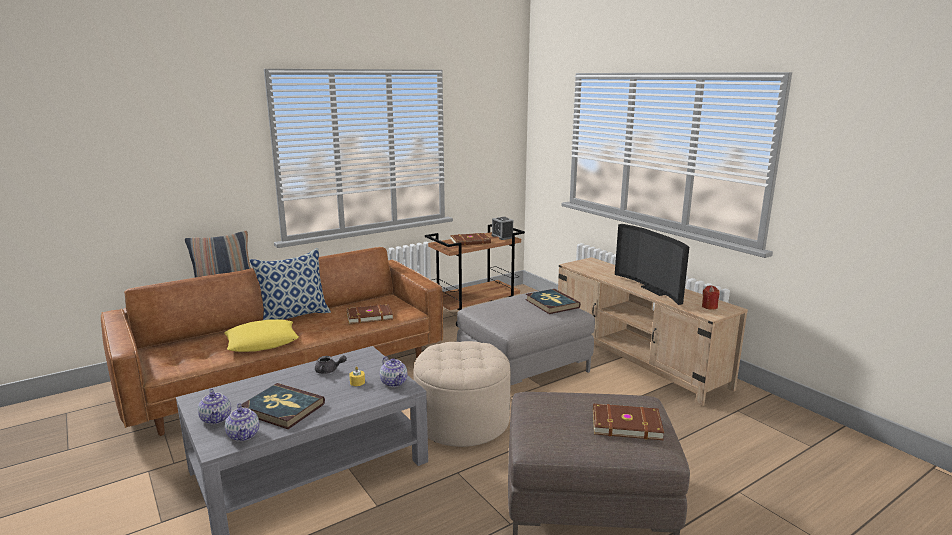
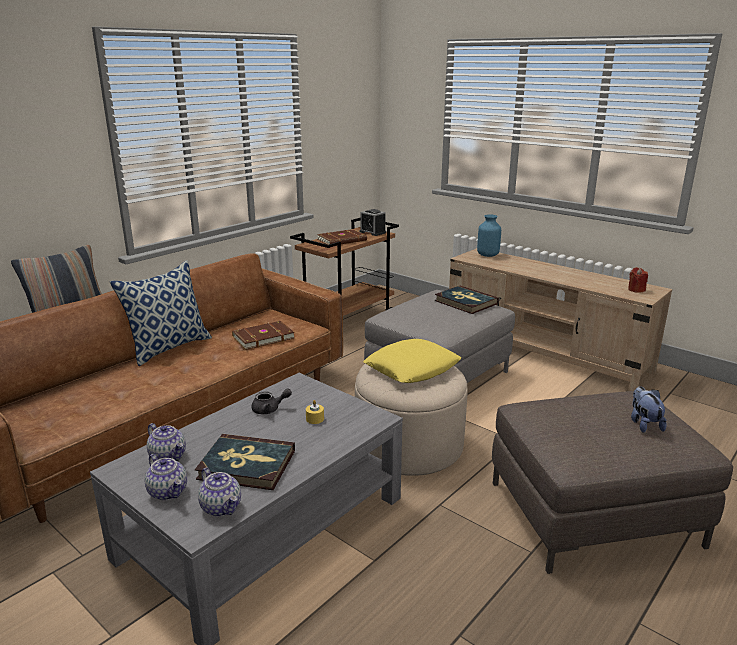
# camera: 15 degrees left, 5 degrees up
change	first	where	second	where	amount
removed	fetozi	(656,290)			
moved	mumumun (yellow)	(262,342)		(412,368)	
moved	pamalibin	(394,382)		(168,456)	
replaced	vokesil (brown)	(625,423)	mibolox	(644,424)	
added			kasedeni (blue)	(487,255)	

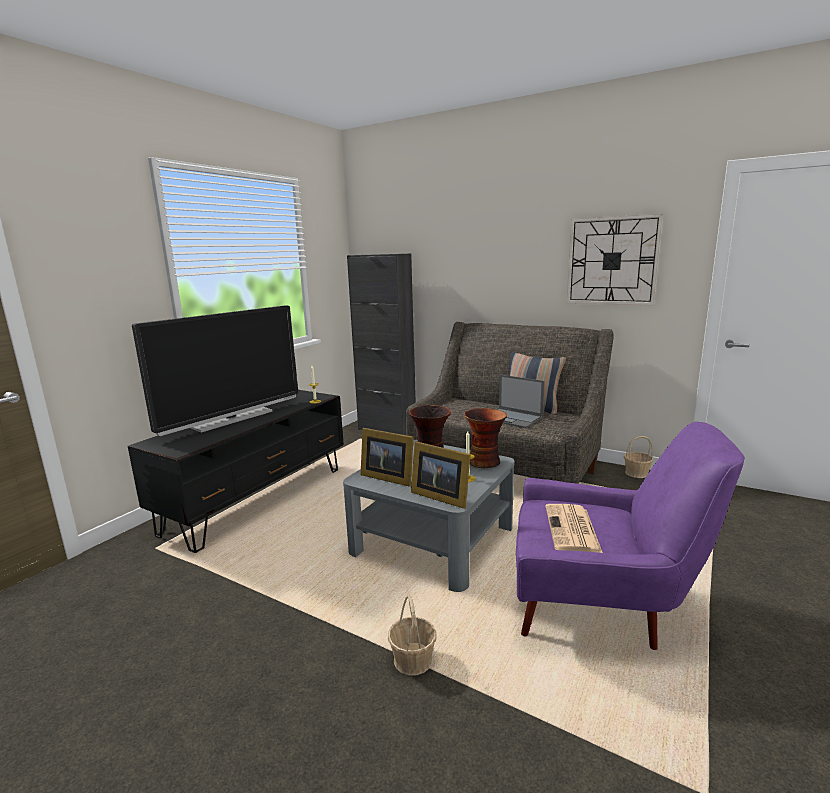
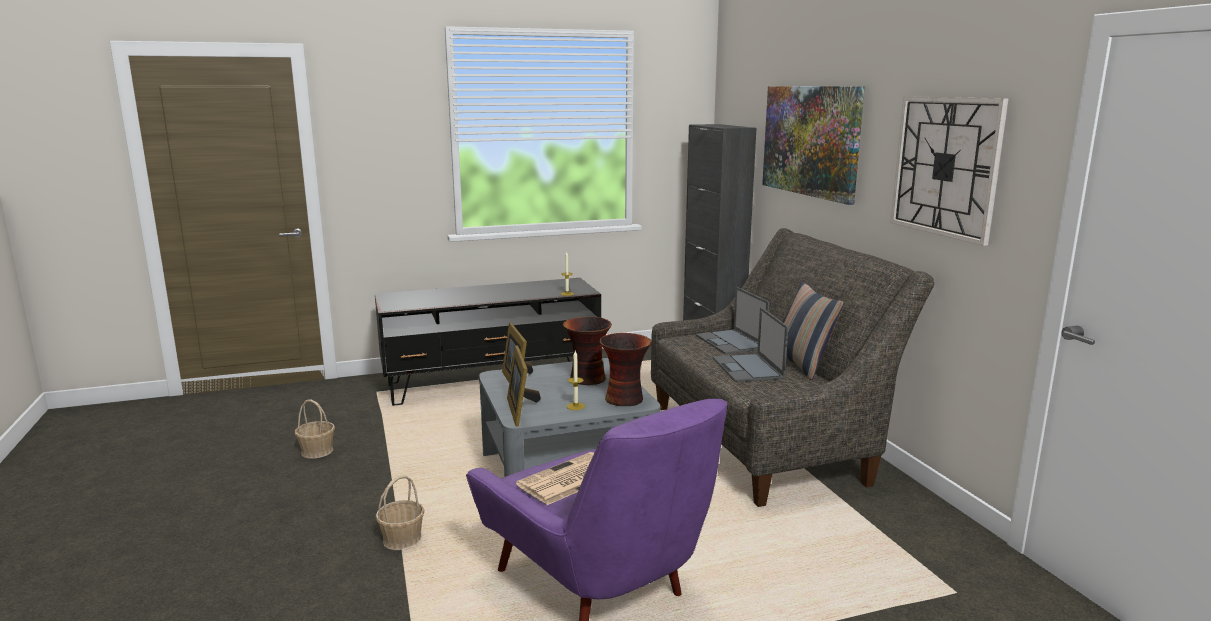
# camera: 40 degrees right, 0 degrees up
change	first	where	second	where	amount
removed	fetozi	(231,419)			
moved	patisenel	(636,473)		(317,451)	
added			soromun	(810,141)	
added			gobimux	(731,342)	

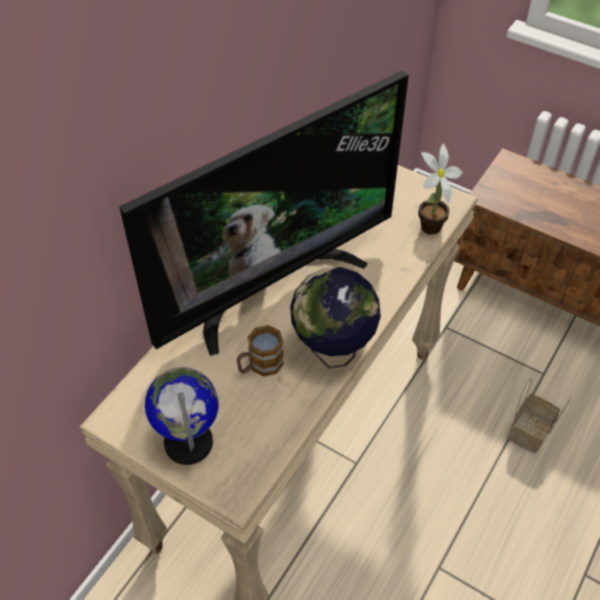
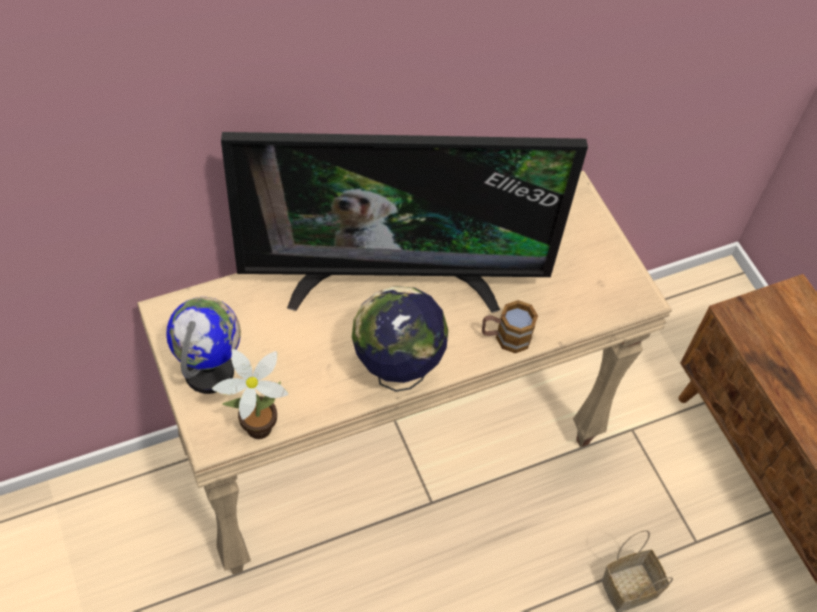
# camera: 30 degrees right, 5 degrees up
change	first	where	second	where	amount
moved	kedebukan	(428,229)		(254,428)	
moved	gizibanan	(260,365)		(505,337)	

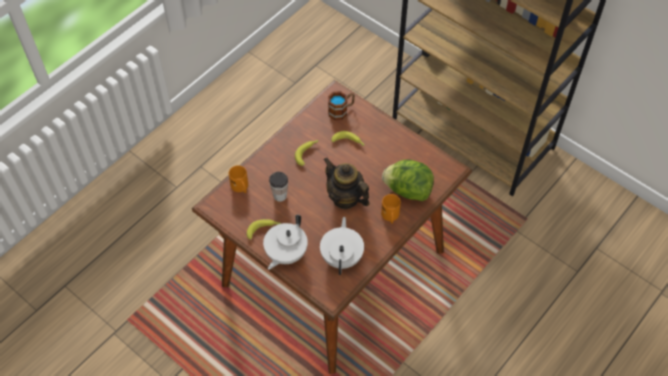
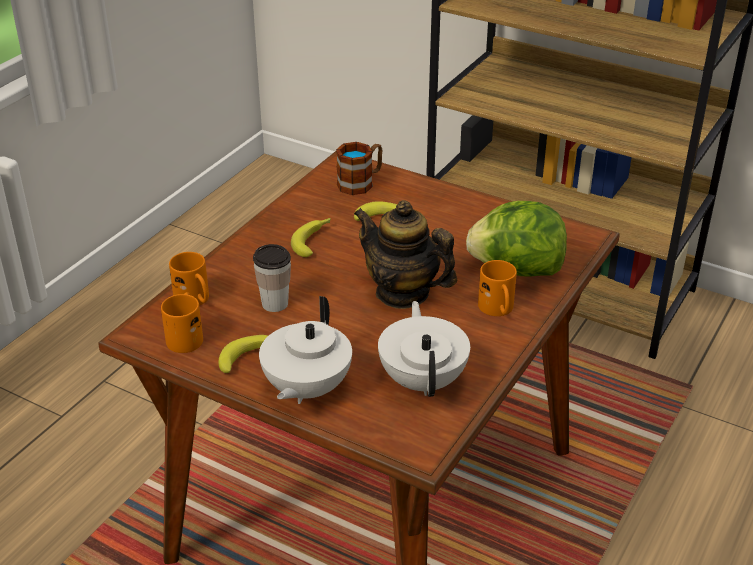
# camera: 10 degrees left, 20 degrees down
change	first	where	second	where	amount
added			gizibanan (orange)	(186,336)	

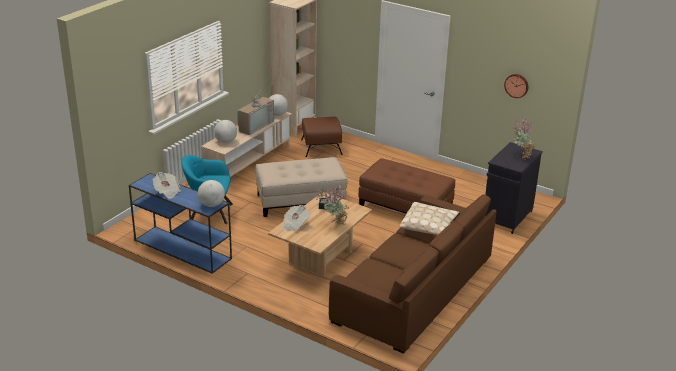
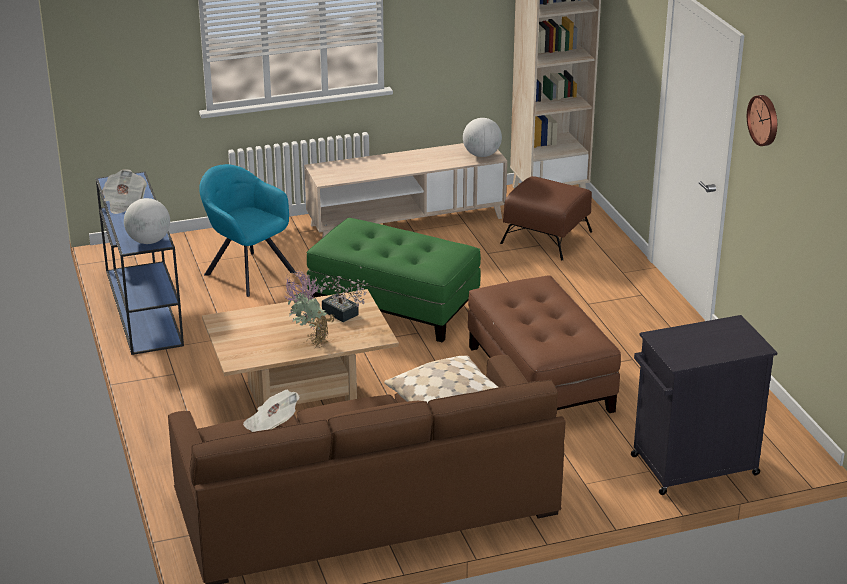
# camera: 40 degrees right, 0 degrees up
change	first	where	second	where	amount
moved	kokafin	(516,85)		(764,120)	
removed	fetozi	(254,125)			
removed	kedebukan	(521,156)			
removed	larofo	(226,141)			
recoloured	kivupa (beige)	(300,201)	kivupa (green)	(395,305)	
moved	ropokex	(295,225)		(271,425)	

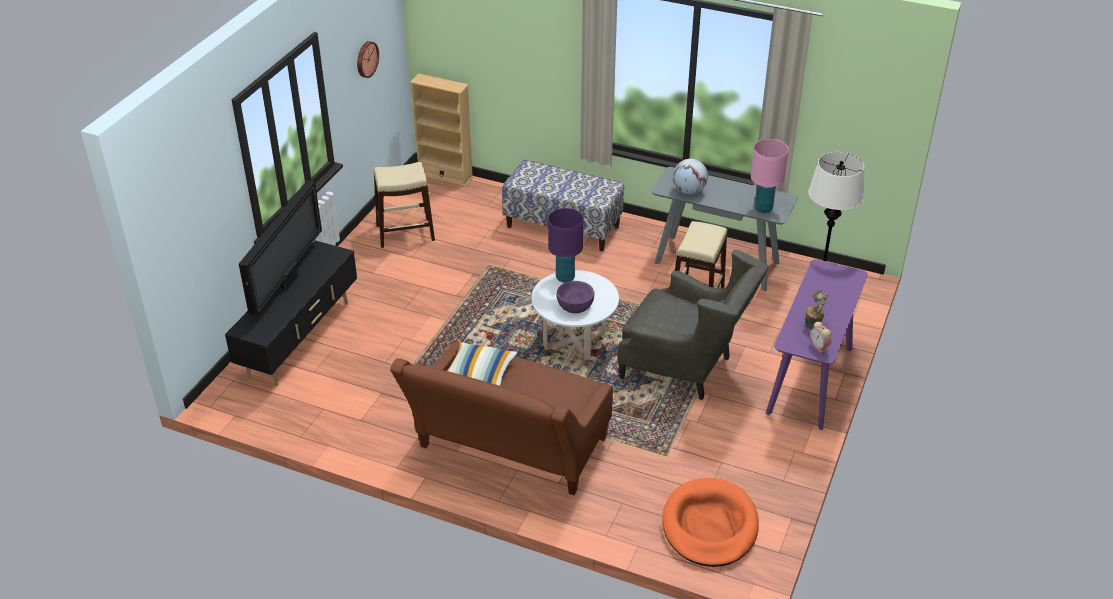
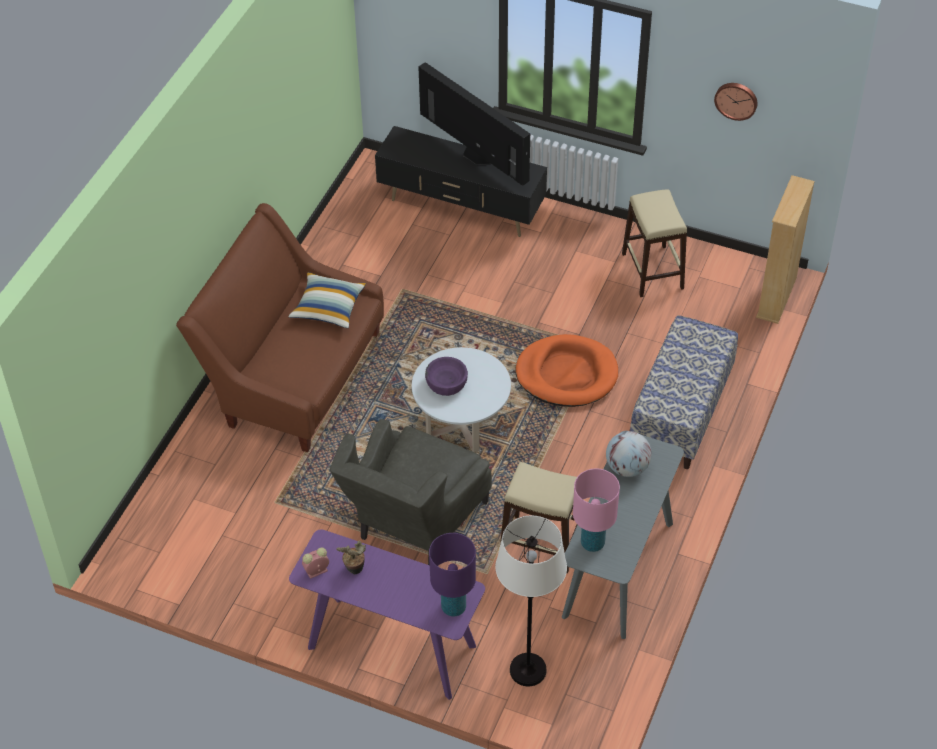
# camera: 90 degrees right, 10 degrees up
change	first	where	second	where	amount
turned	fetozi	(289,282)		(474,157)	150 degrees counterclockwise
moved	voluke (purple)	(565,277)		(454,607)	
moved	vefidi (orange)	(709,526)		(566,374)	

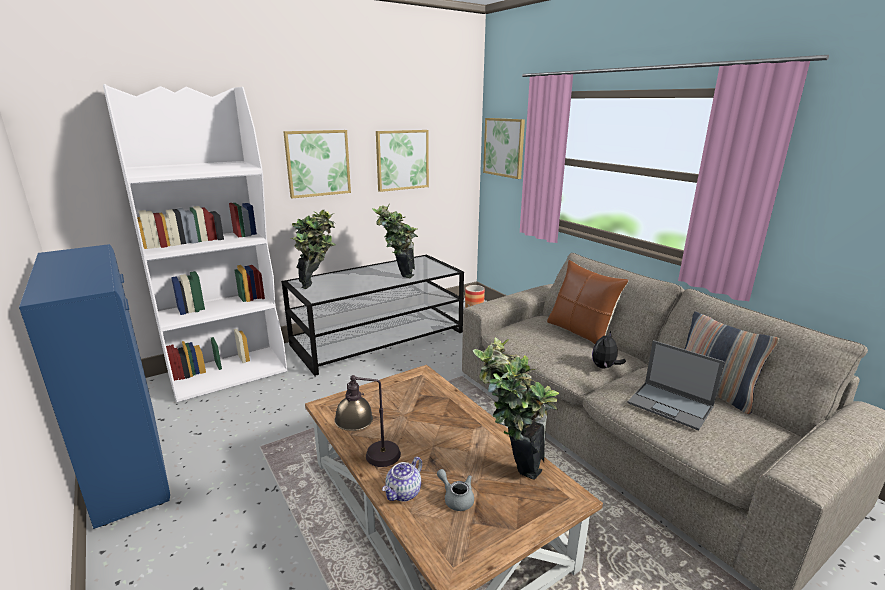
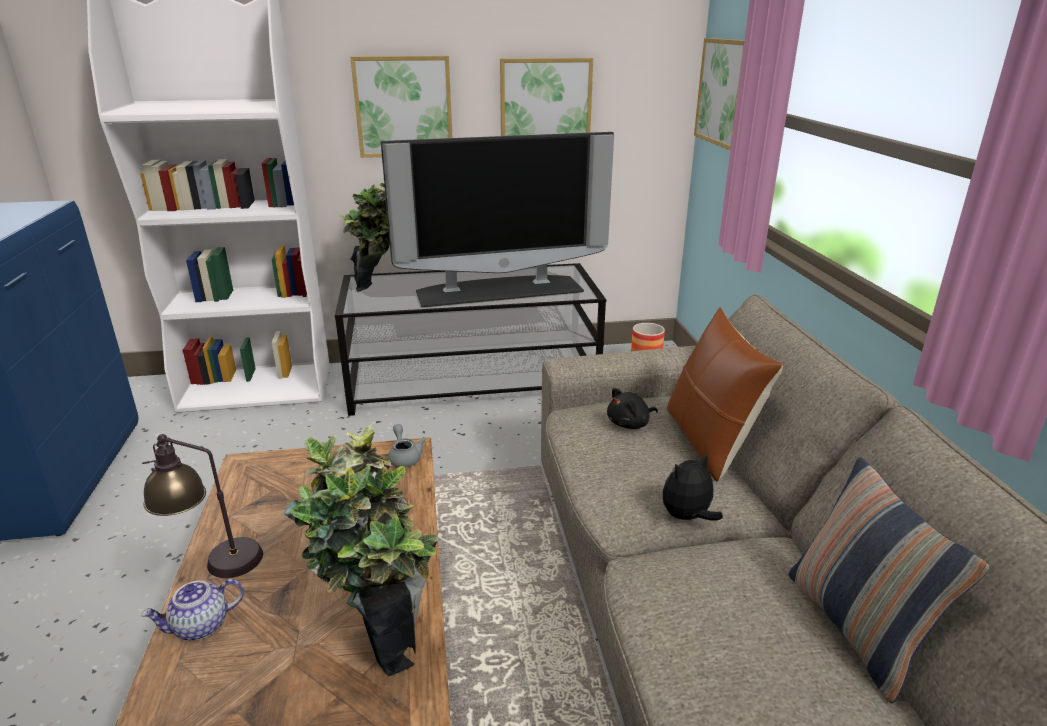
# camera: 25 degrees right, 5 degrees up
change	first	where	second	where	amount
replaced	kedebukan	(397,275)	fetozi	(499,290)	
removed	gobimux	(671,405)			
moved	pamalibin (grey)	(456,498)		(404,457)	
added			mibolox (black)	(630,424)	

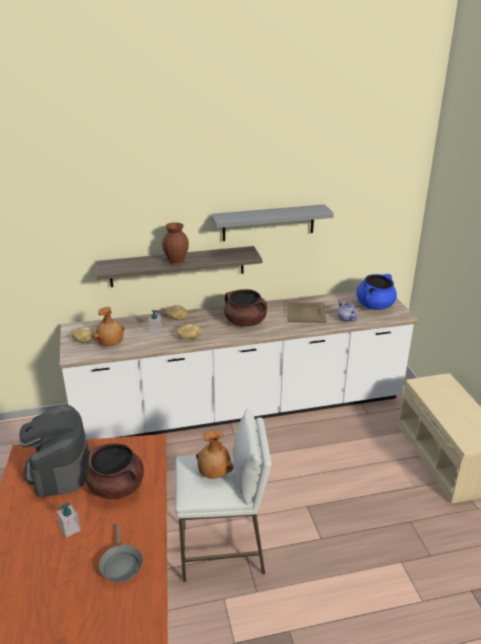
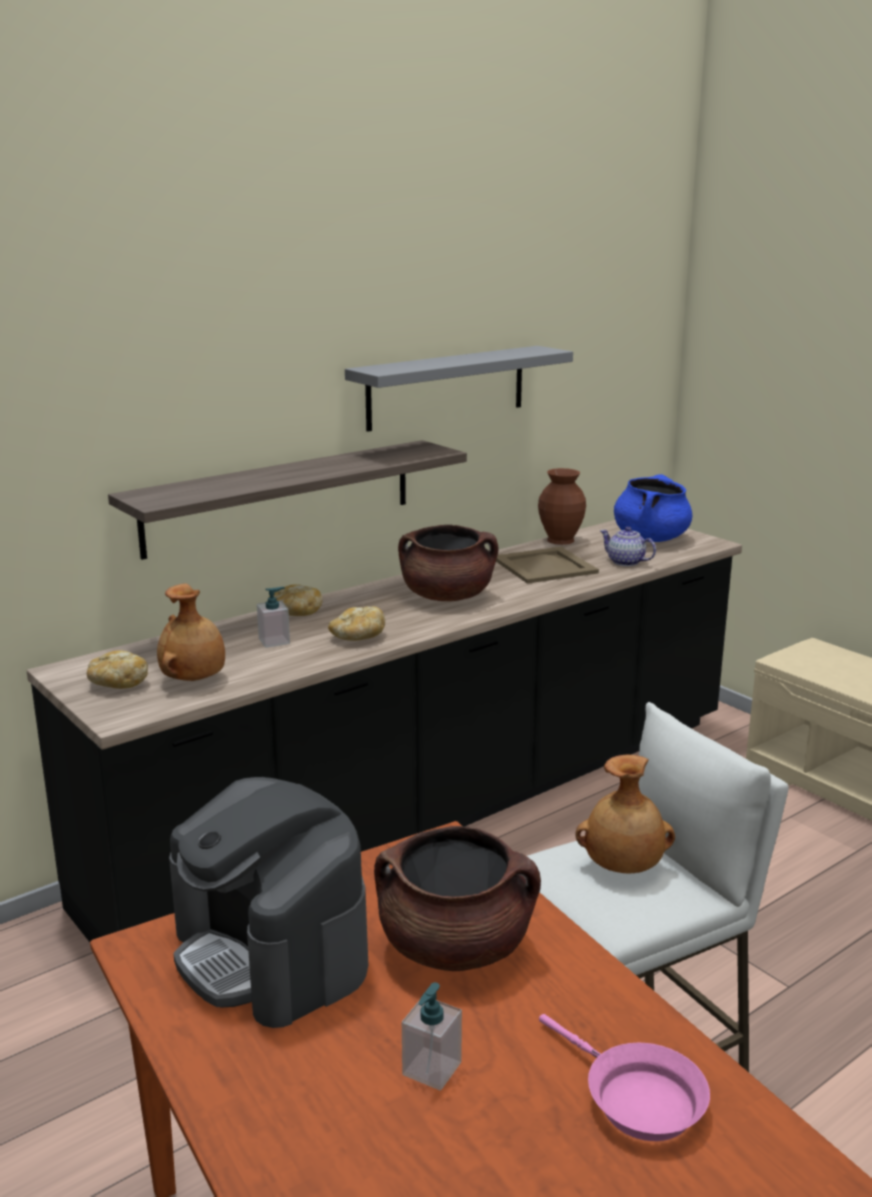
# camera: 25 degrees left, 10 degrees down
change	first	where	second	where	amount
moved	kasedeni (brown)	(176,261)		(560,540)	
recoloured	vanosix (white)	(240,409)	vanosix (black)	(436,809)	
recoloured	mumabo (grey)	(121,565)	mumabo (pink)	(636,1099)	

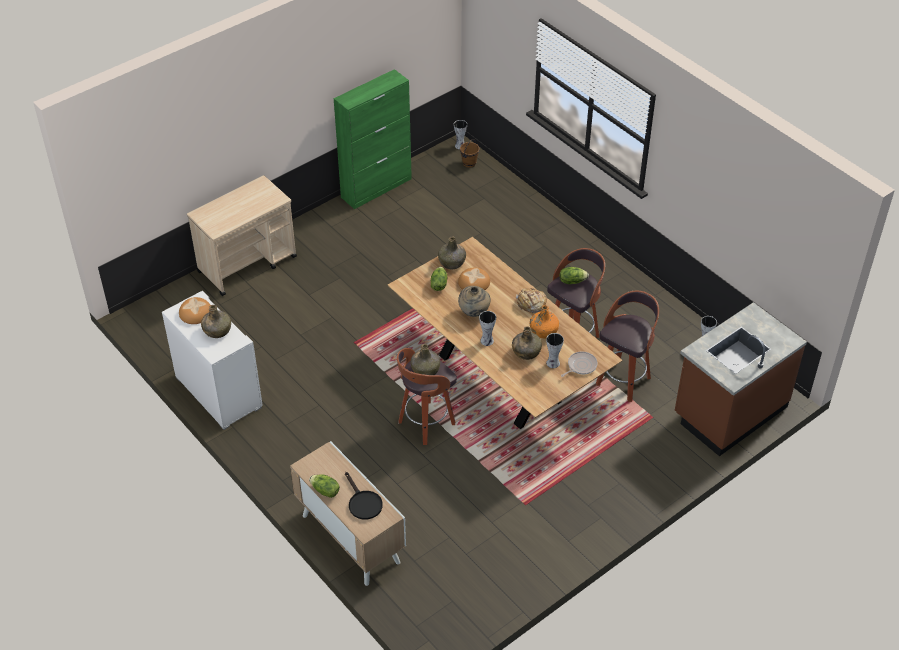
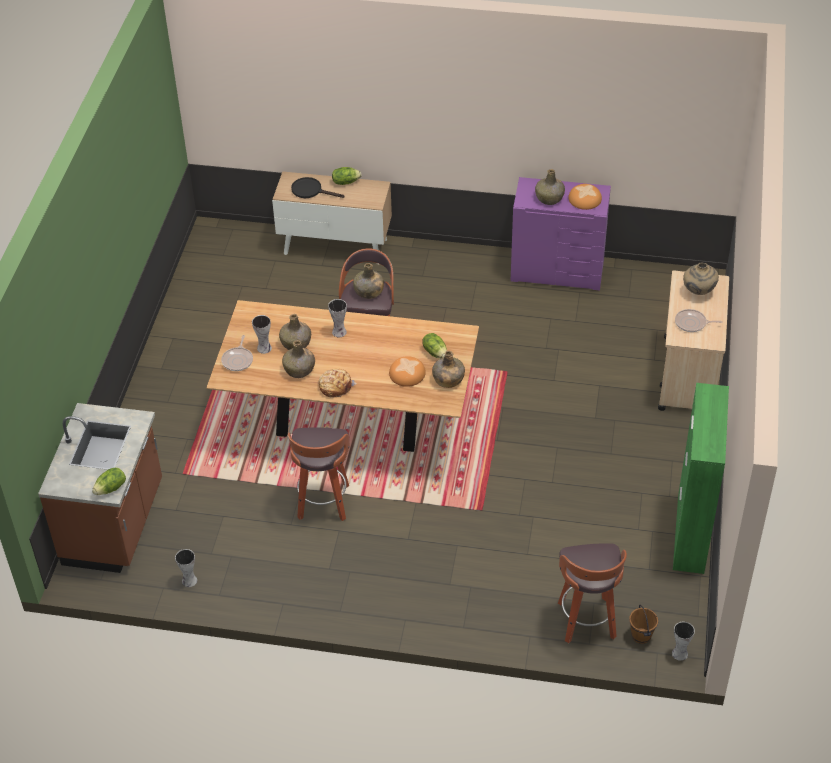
# camera: 140 degrees right, 0 degrees up
change	first	where	second	where	amount
moved	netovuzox	(572,281)		(111,488)	
moved	kasedeni (beige)	(474,313)		(698,292)	
recoloured	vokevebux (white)	(218,392)	vokevebux (purple)	(557,270)	
moved	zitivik	(624,380)		(587,622)	
recoloured	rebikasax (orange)	(543,331)	rebikasax (green)	(299,370)	
added			mumabo	(692,323)	

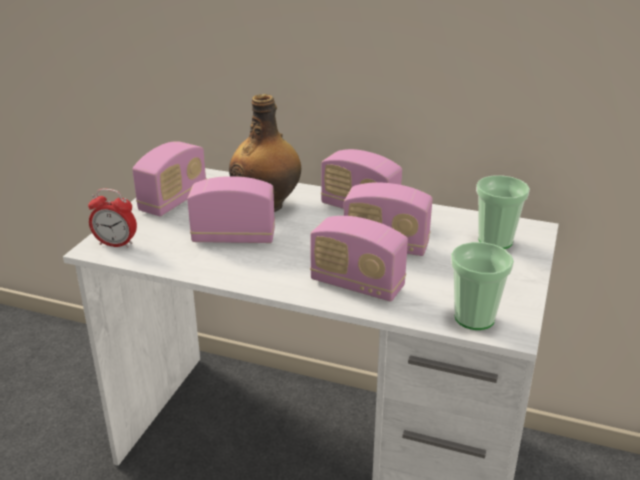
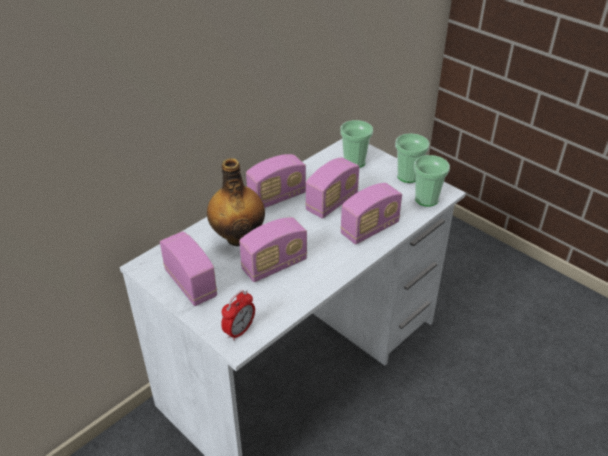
# camera: 65 degrees left, 10 degrees up
change	first	where	second	where	amount
turned	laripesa	(234,237)		(274,265)	150 degrees counterclockwise
added			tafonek	(408,176)	

